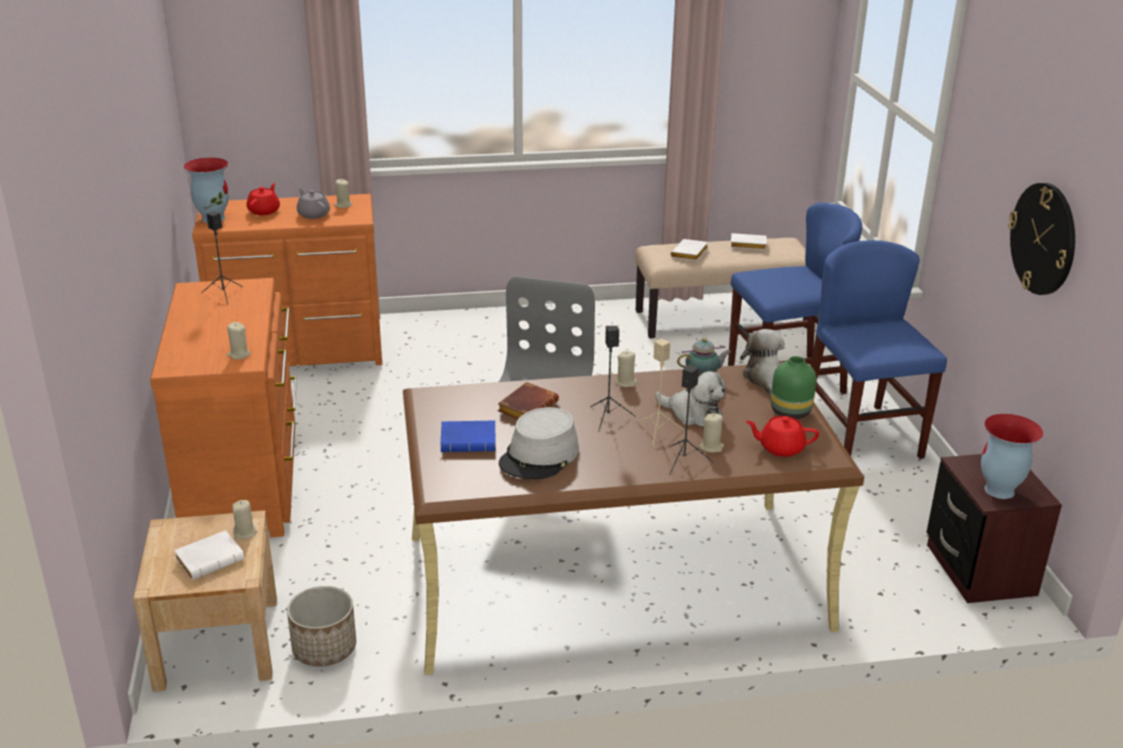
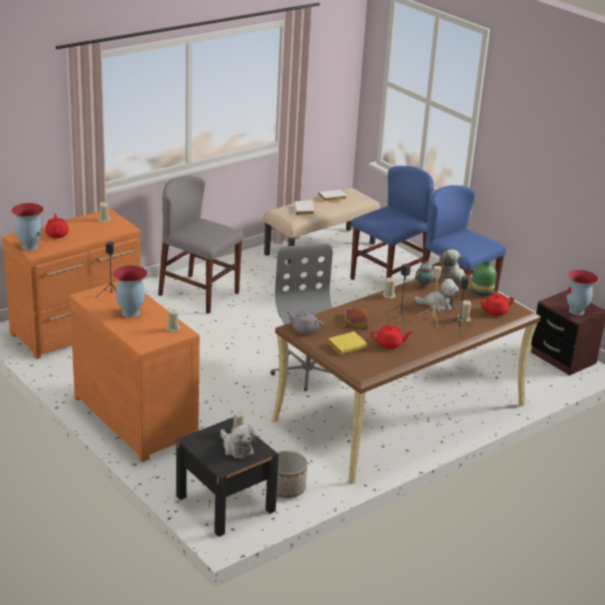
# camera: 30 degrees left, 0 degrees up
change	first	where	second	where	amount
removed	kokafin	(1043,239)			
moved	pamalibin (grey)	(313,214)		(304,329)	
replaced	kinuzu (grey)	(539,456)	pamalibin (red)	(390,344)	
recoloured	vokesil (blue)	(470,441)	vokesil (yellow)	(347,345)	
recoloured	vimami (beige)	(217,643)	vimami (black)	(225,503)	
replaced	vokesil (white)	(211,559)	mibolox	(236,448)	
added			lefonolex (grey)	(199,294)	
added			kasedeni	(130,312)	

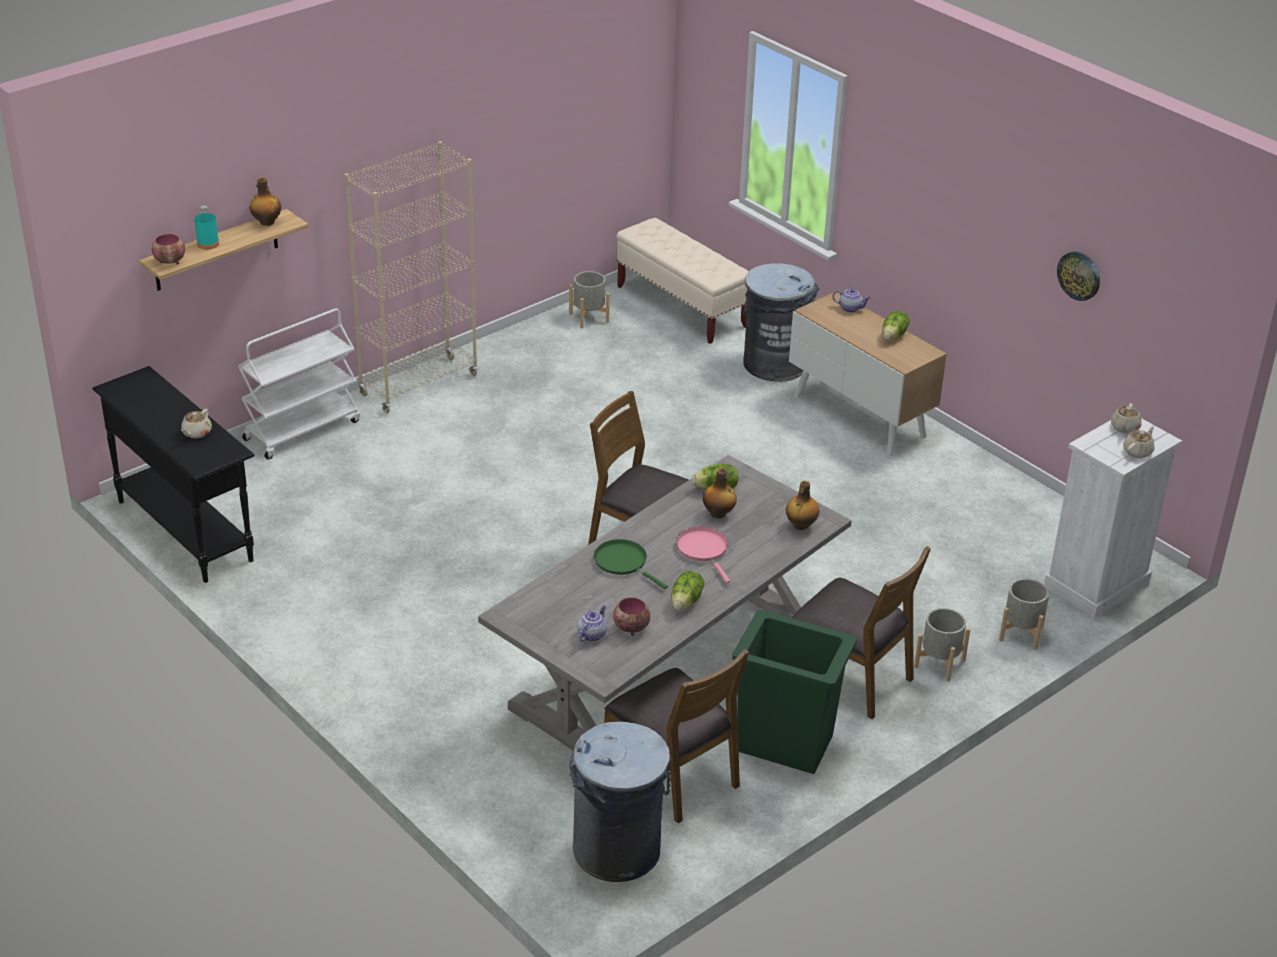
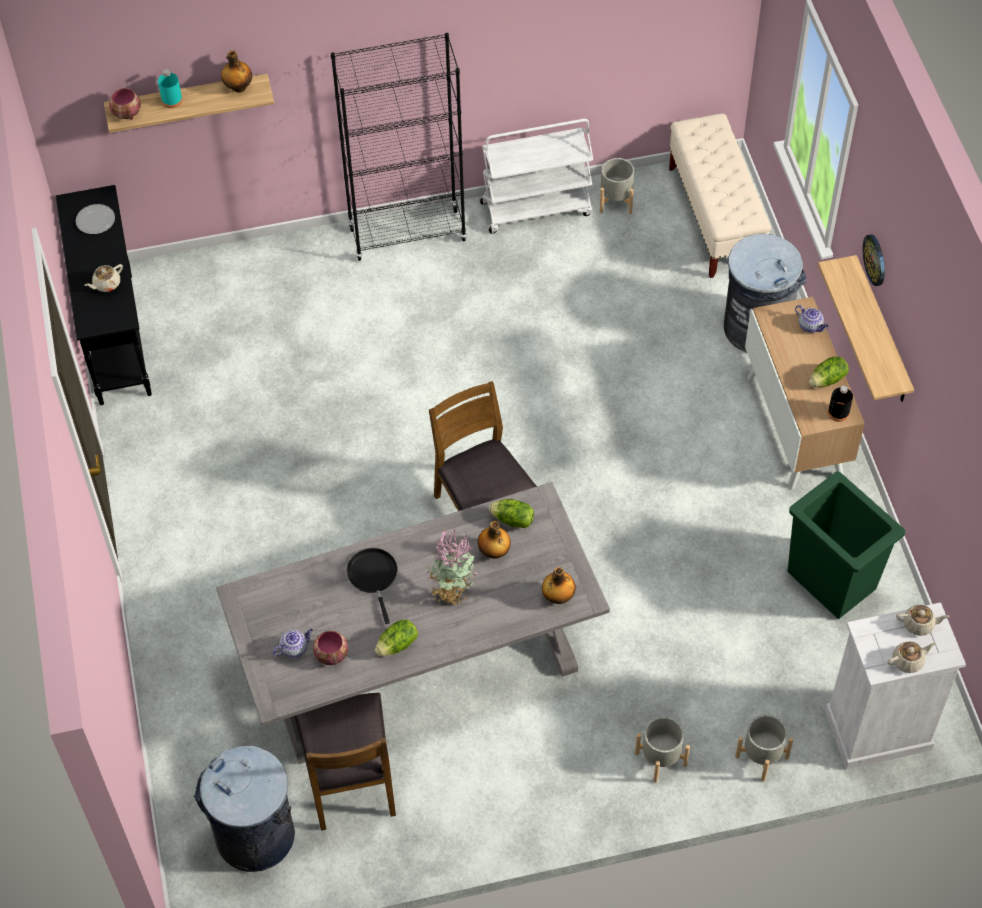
# camera: 30 degrees right, 20 degrees up
change	first	where	second	where	amount
recoloured	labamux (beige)	(419,385)	labamux (black)	(407,234)	
moved	kokafin	(1079,275)		(875,259)	
moved	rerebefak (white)	(302,429)		(536,208)	
turned	pamalibin (beige)	(1124,428)		(919,624)	135 degrees counterclockwise
replaced	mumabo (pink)	(703,550)	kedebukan	(452,590)	
recoloured	mumabo (green)	(623,562)	mumabo (black)	(373,576)	
removed	lefonolex (brown)	(849,676)			
moved	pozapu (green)	(786,744)		(831,581)	
added			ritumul	(95,220)	
added			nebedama	(882,333)	
added			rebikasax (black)	(838,412)	

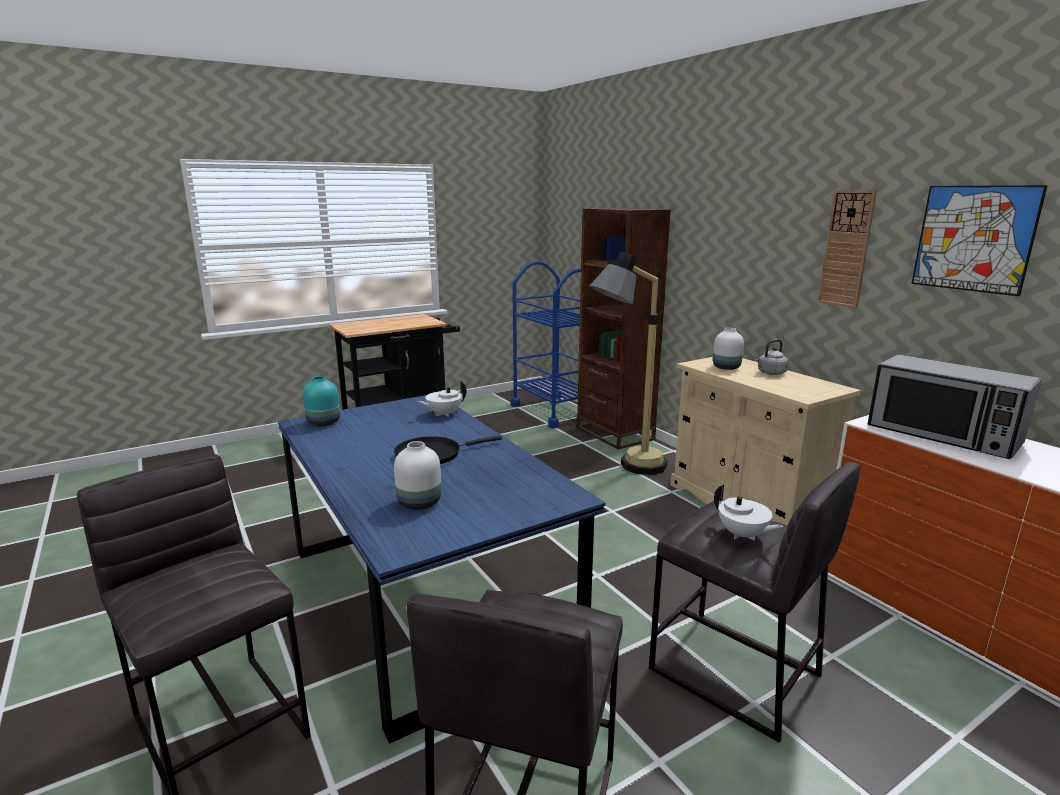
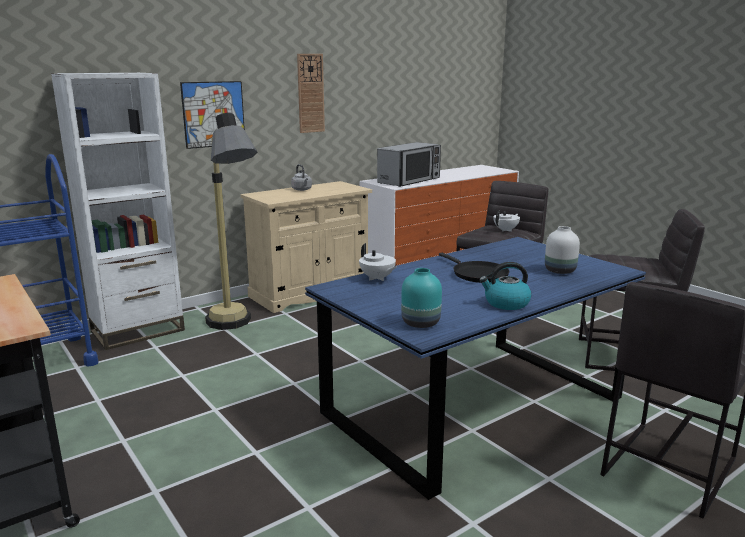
# camera: 95 degrees left, 0 degrees up
change	first	where	second	where	amount
moved	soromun	(973,238)		(213,114)	
recoloured	labamux (brown)	(614,433)	labamux (white)	(138,331)	
removed	kasedeni (white)	(726,368)			
added			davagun	(506,303)	

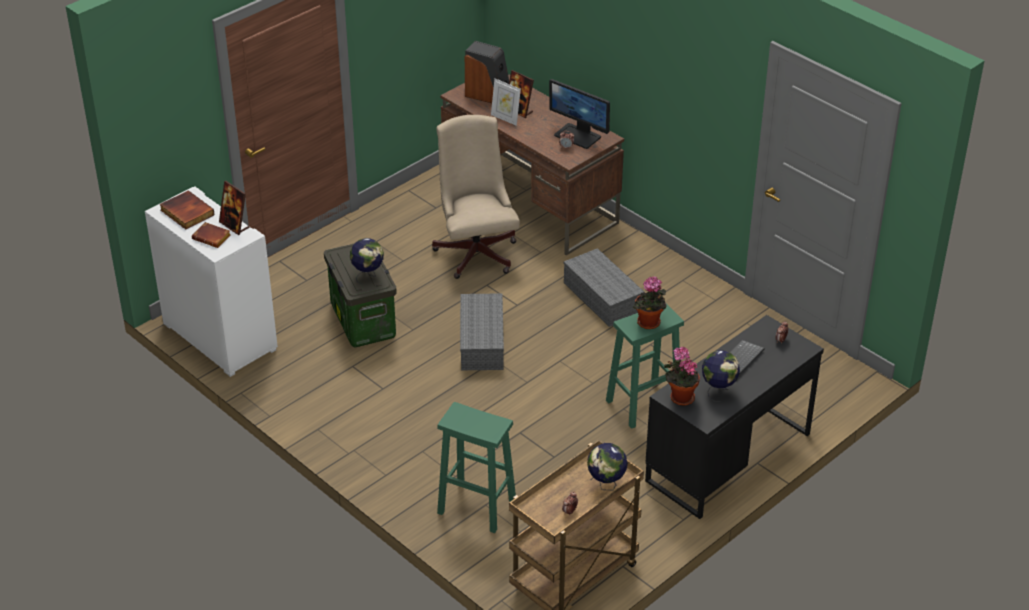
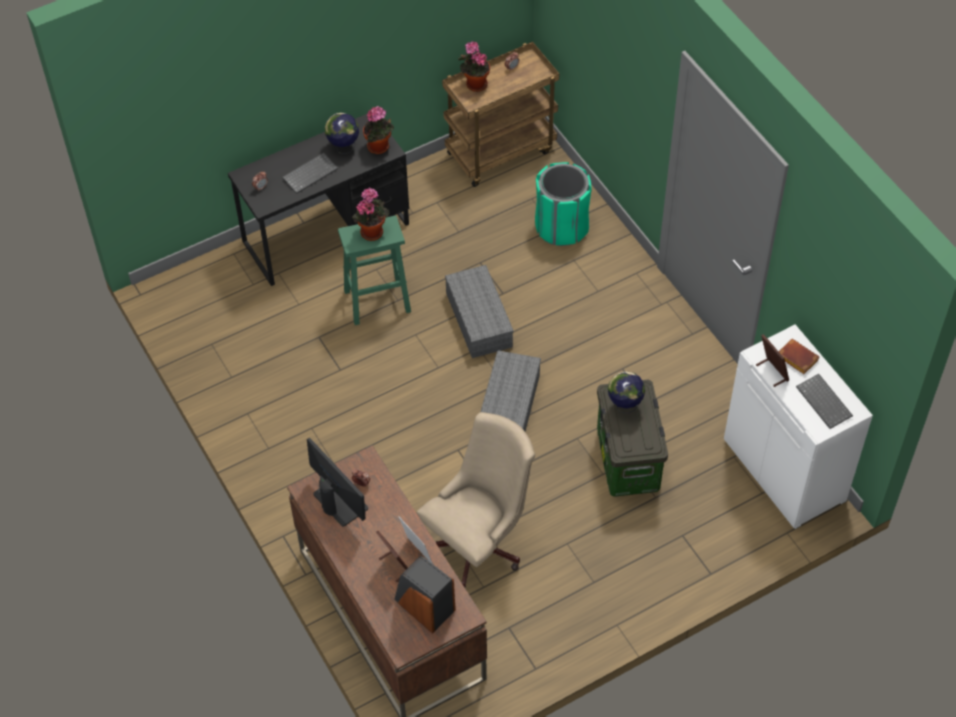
# camera: 165 degrees left, 15 degrees up
change	first	where	second	where	amount
turned	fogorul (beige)	(476,250)		(479,542)	135 degrees counterclockwise
replaced	vokesil	(186,212)	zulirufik	(825,402)	
moved	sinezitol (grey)	(604,298)		(477,319)	
replaced	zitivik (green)	(478,507)	pozapu (green)	(561,227)	
replaced	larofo	(606,485)	kedebukan	(474,84)	

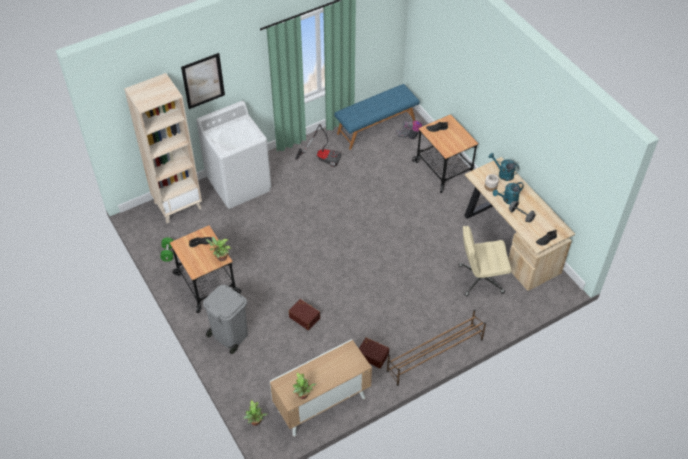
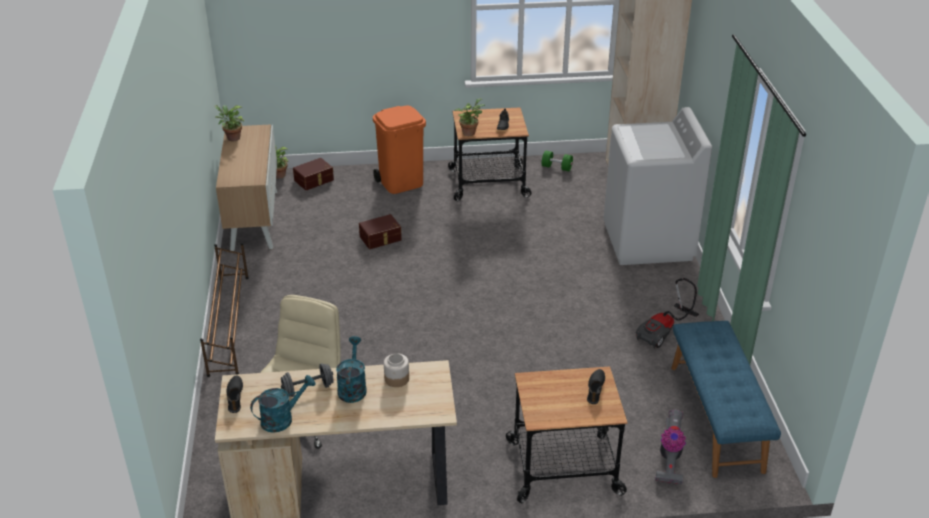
# camera: 115 degrees right, 15 degrees down
change	first	where	second	where	amount
removed	soromun	(203,81)			
moved	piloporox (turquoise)	(503,174)		(282,418)	
recoloured	pozapu (grey)	(229,335)	pozapu (orange)	(401,183)	
moved	sinezitol (brown)	(373,355)		(314,180)	

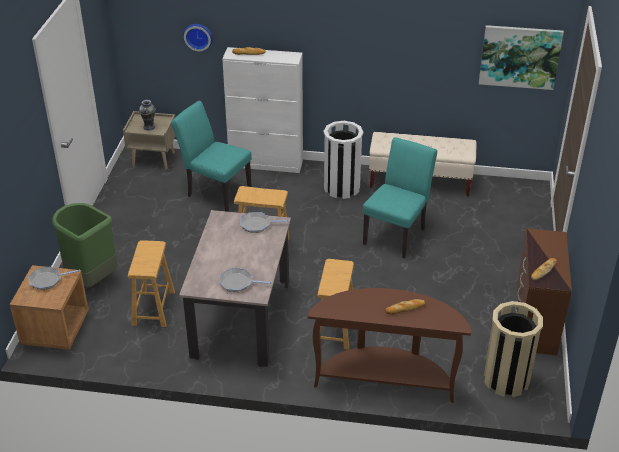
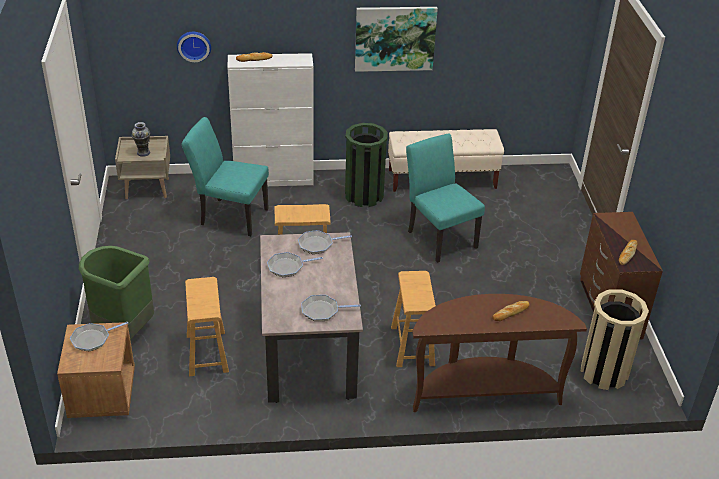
# camera: 15 degrees left, 0 degrees up
change	first	where	second	where	amount
moved	soromun	(520,56)		(395,38)	
recoloured	pozapu (white)	(342,188)	pozapu (green)	(364,195)	
turned	lefonolex (turquoise)	(397,234)		(439,236)	45 degrees counterclockwise
added			mumabo	(287,267)	

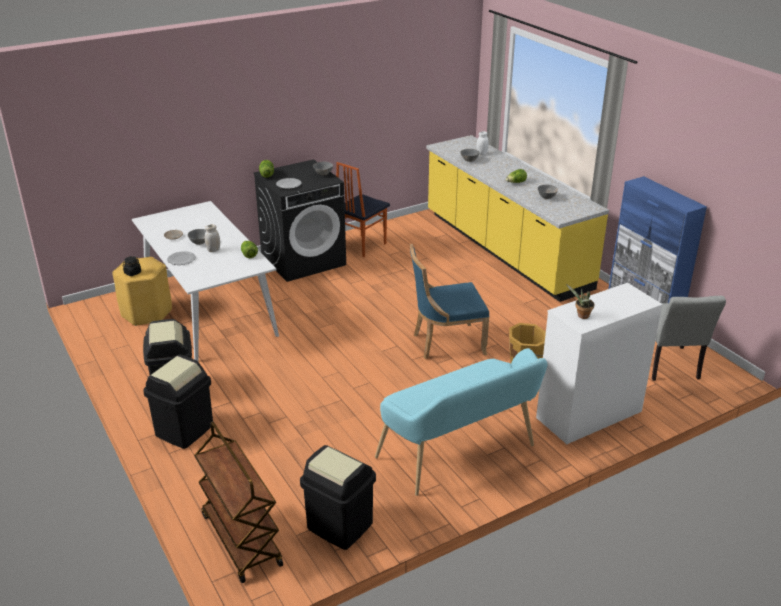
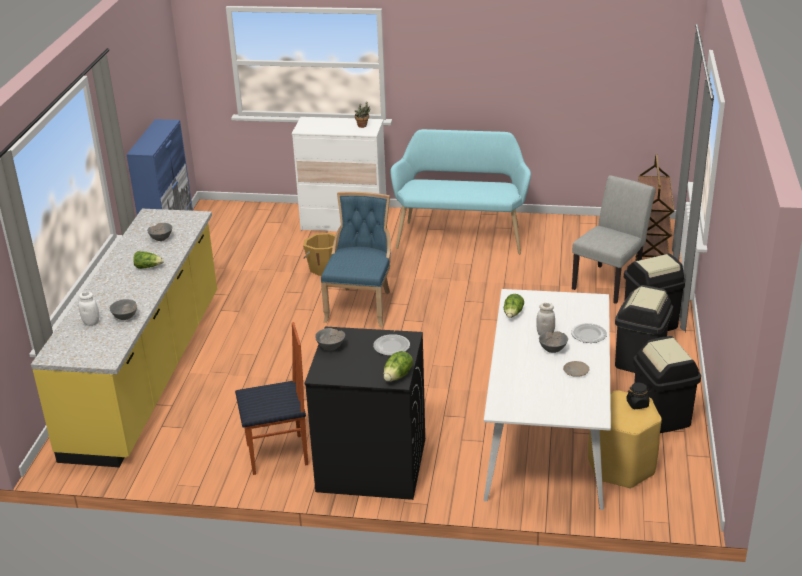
# camera: 140 degrees left, 0 degrees up
change	first	where	second	where	amount
turned	lefonolex (blue)	(445,343)		(361,305)	105 degrees counterclockwise
moved	lefonolex (grey)	(669,367)		(610,281)	
moved	pozapu (black)	(339,526)		(661,416)	

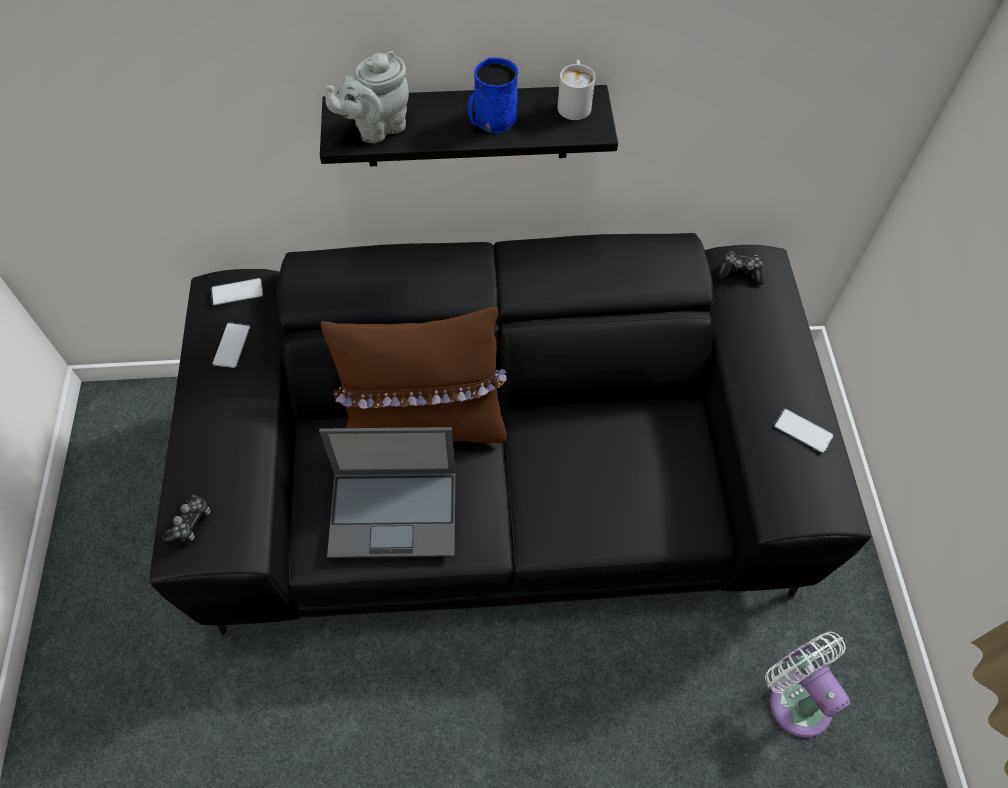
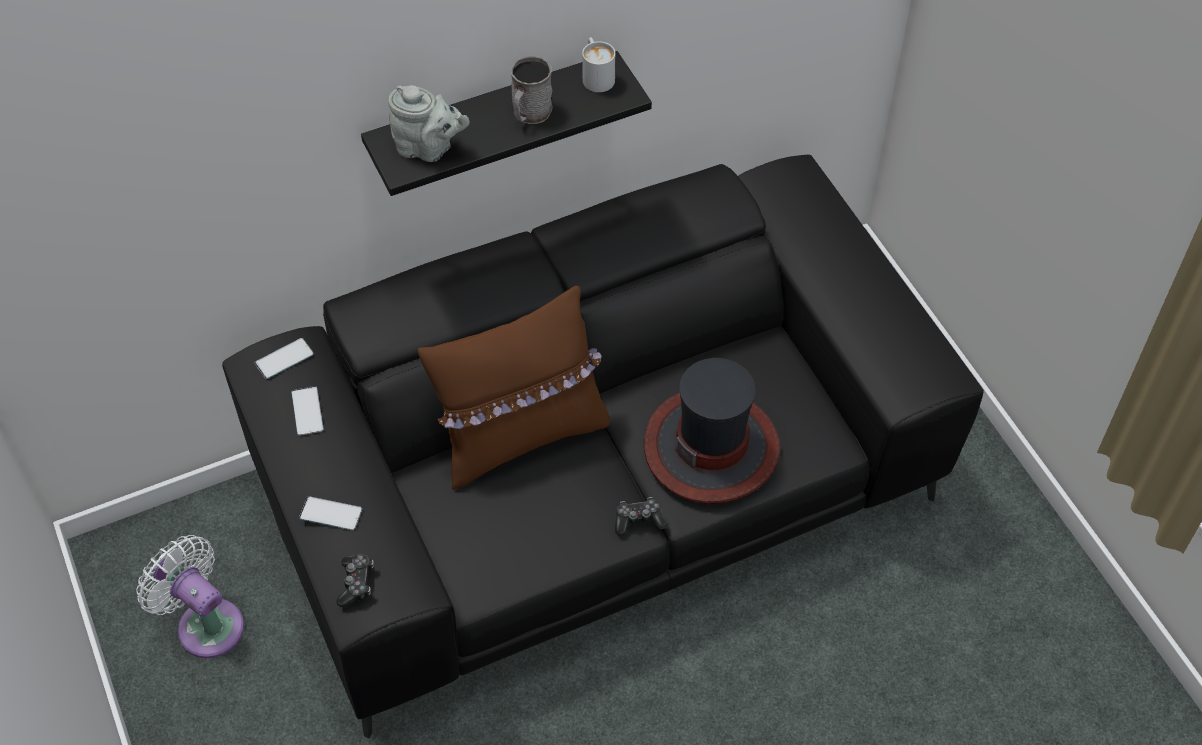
# camera: 20 degrees left, 5 degrees down
change	first	where	second	where	amount
turned	pamalibin (grey)	(376,127)		(428,148)	105 degrees counterclockwise
recoloured	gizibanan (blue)	(491,121)	gizibanan (grey)	(529,113)	
moved	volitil	(740,272)		(638,520)	
moved	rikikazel	(803,431)		(330,513)	
removed	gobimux	(395,512)			
moved	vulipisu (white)	(795,698)		(205,623)	
added			kinuzu	(712,447)	

